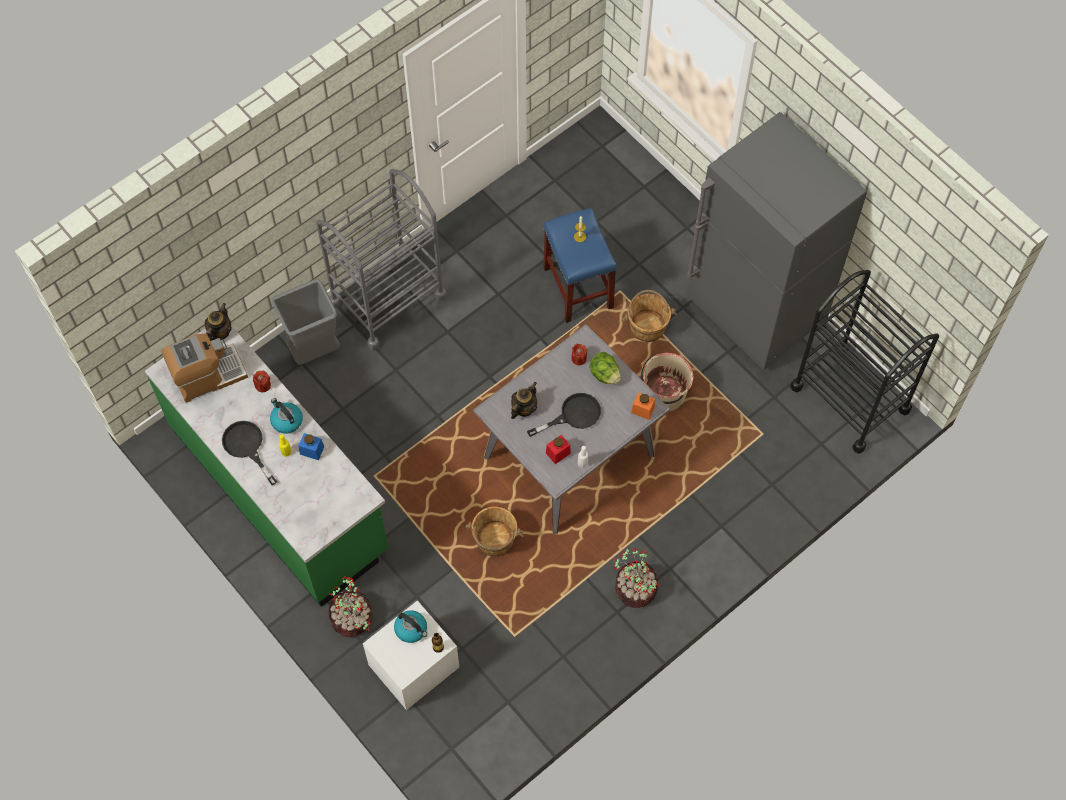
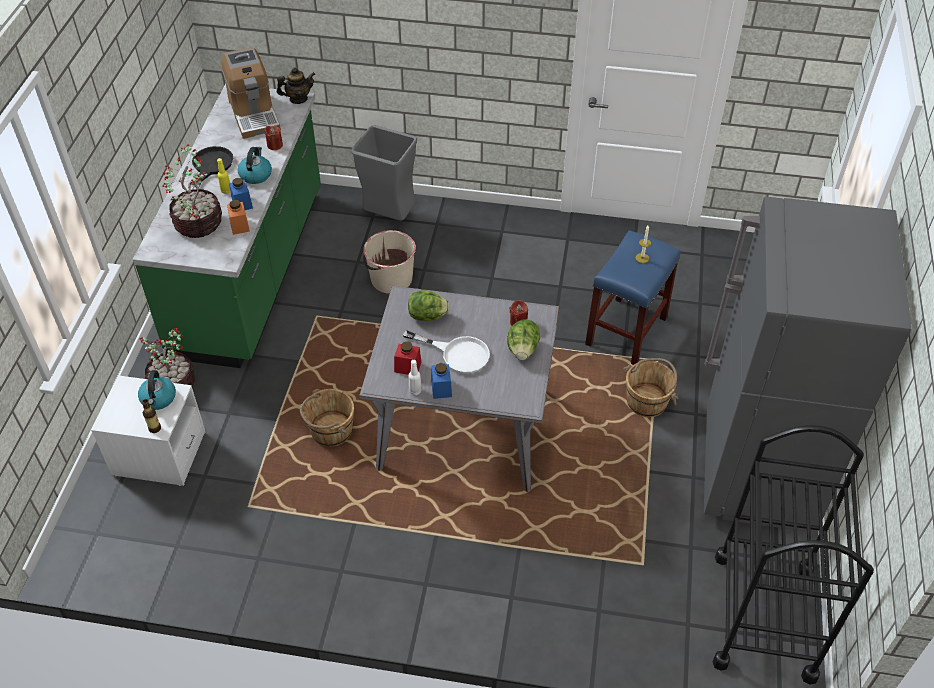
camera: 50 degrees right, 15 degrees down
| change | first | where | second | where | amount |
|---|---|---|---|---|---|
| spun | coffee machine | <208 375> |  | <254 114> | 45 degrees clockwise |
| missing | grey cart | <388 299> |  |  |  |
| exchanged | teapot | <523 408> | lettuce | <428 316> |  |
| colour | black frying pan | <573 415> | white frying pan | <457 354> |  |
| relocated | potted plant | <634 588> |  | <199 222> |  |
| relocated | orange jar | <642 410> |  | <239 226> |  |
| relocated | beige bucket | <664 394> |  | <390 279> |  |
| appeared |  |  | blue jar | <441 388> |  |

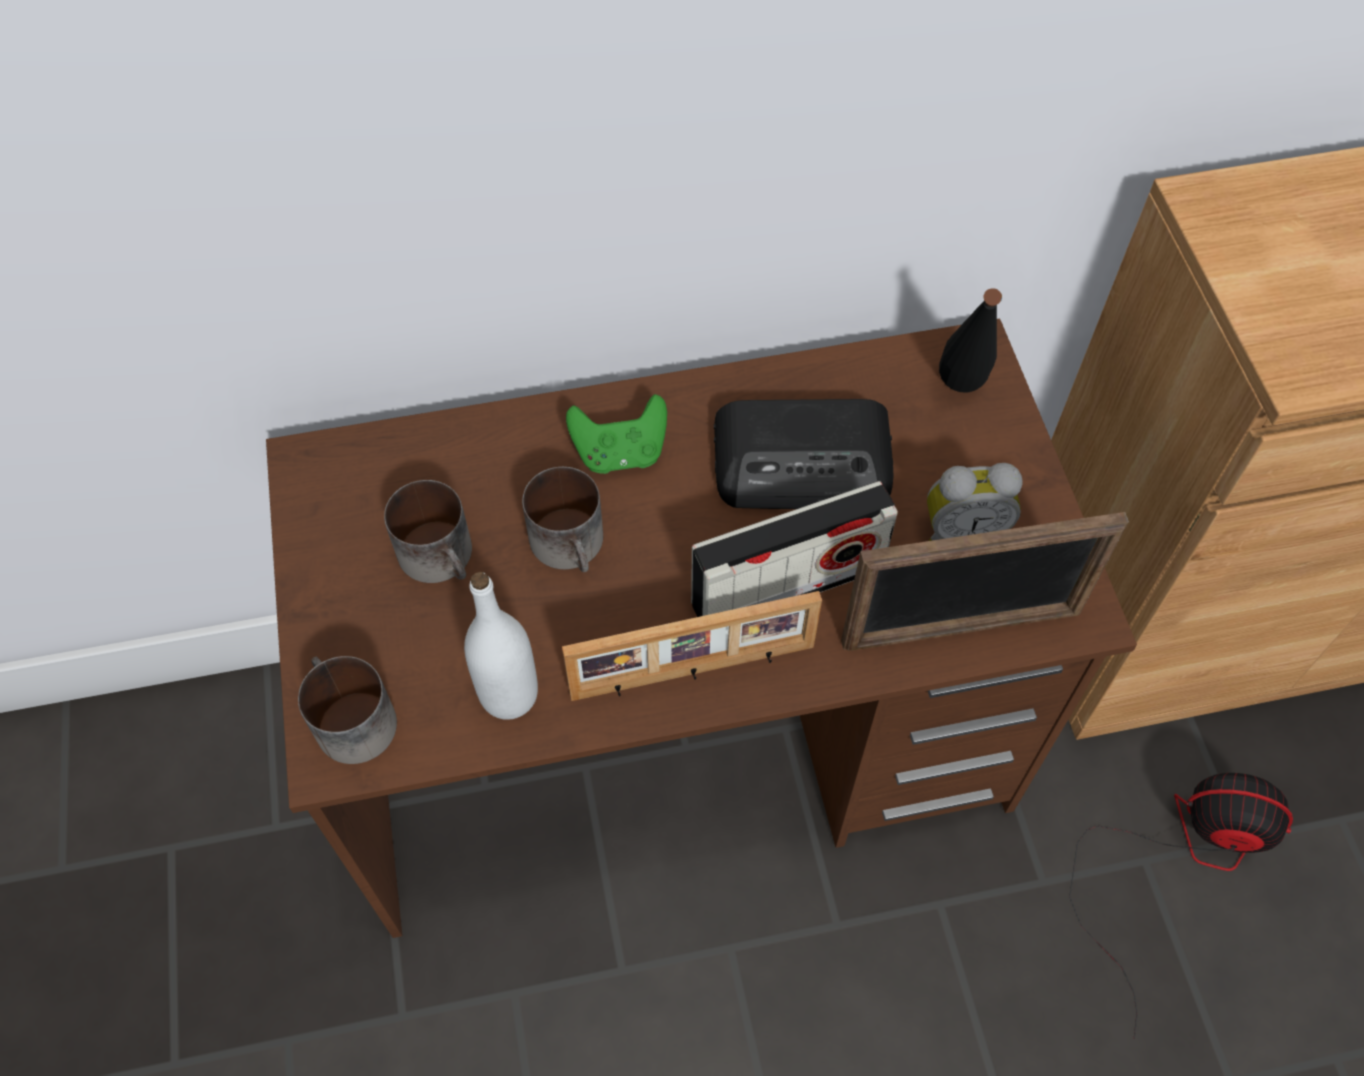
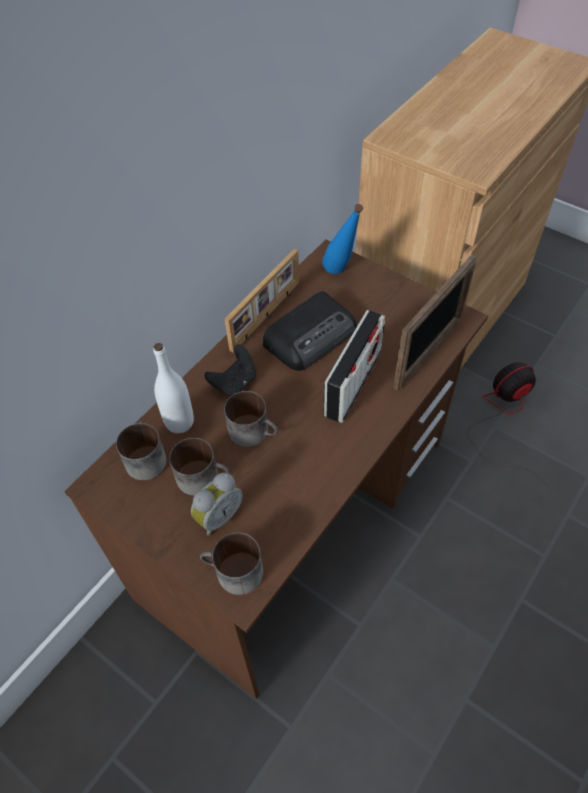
camera: 40 degrees left, 5 degrees down
| change | first | where | second | where | amount |
|---|---|---|---|---|---|
| relocated | white bottle | <509 695> |  | <179 422> |  |
| relocated | picture frame | <693 673> |  | <267 316> |  |
| colour | green game controller | <620 453> | black game controller | <235 382> |  |
| relocated | alarm clock | <962 529> |  | <218 516> |  |
| colour | black bottle | <958 397> | blue bottle | <341 275> |  |
| appeared |  |  | mug | <144 457> |  |

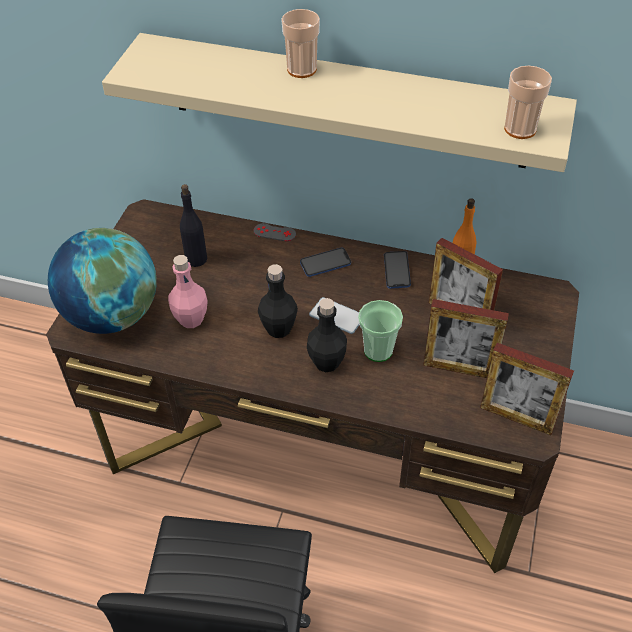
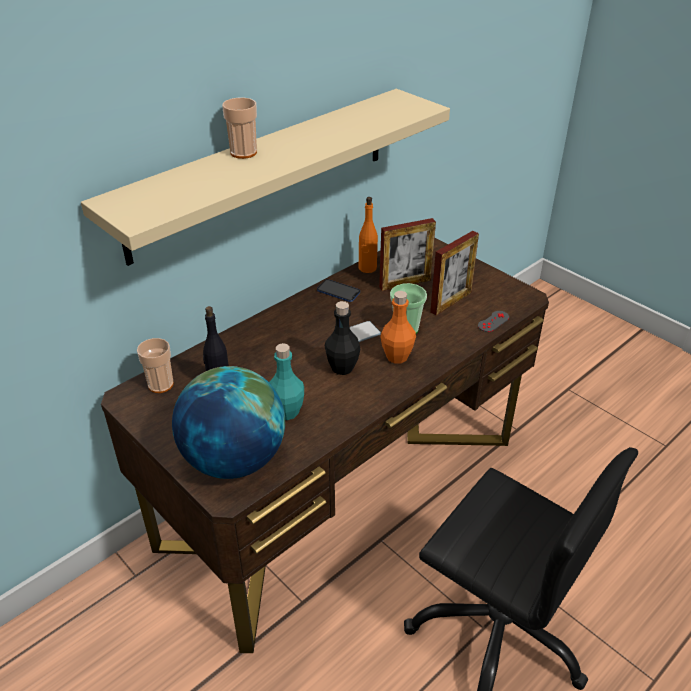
camera: 60 degrees left, 10 degrees down
| change | first | where | second | where | amount |
|---|---|---|---|---|---|
| colour | pink bottle | <191 319> | turquoise bottle | <287 412> |  |
| relocated | grey game controller | <274 232> |  | <493 321> |  |
| missing | phone | <325 263> |  |  |  |
| colour | black bottle | <326 362> | orange bottle | <397 356> |  |
| missing | picture frame | <516 417> |  |  |  |
| relocated | cup | <520 129> |  | <160 384> |  |

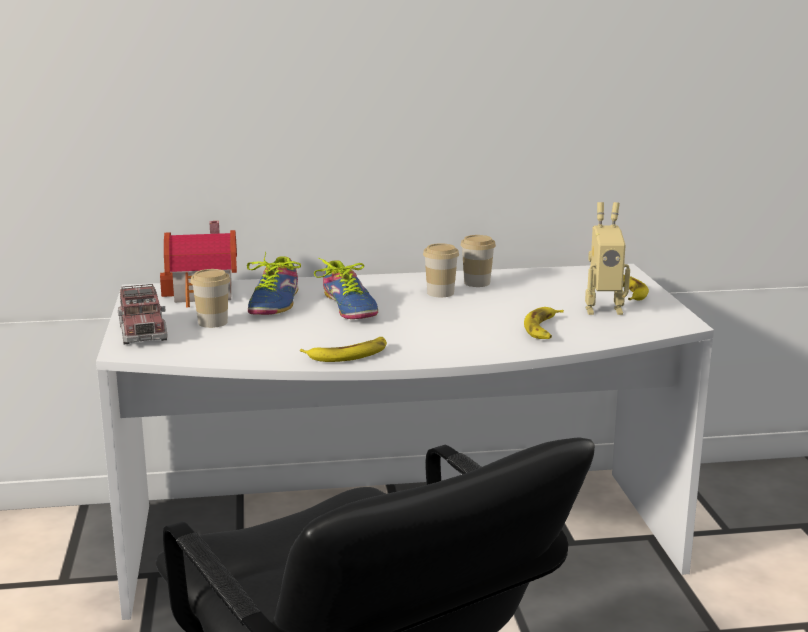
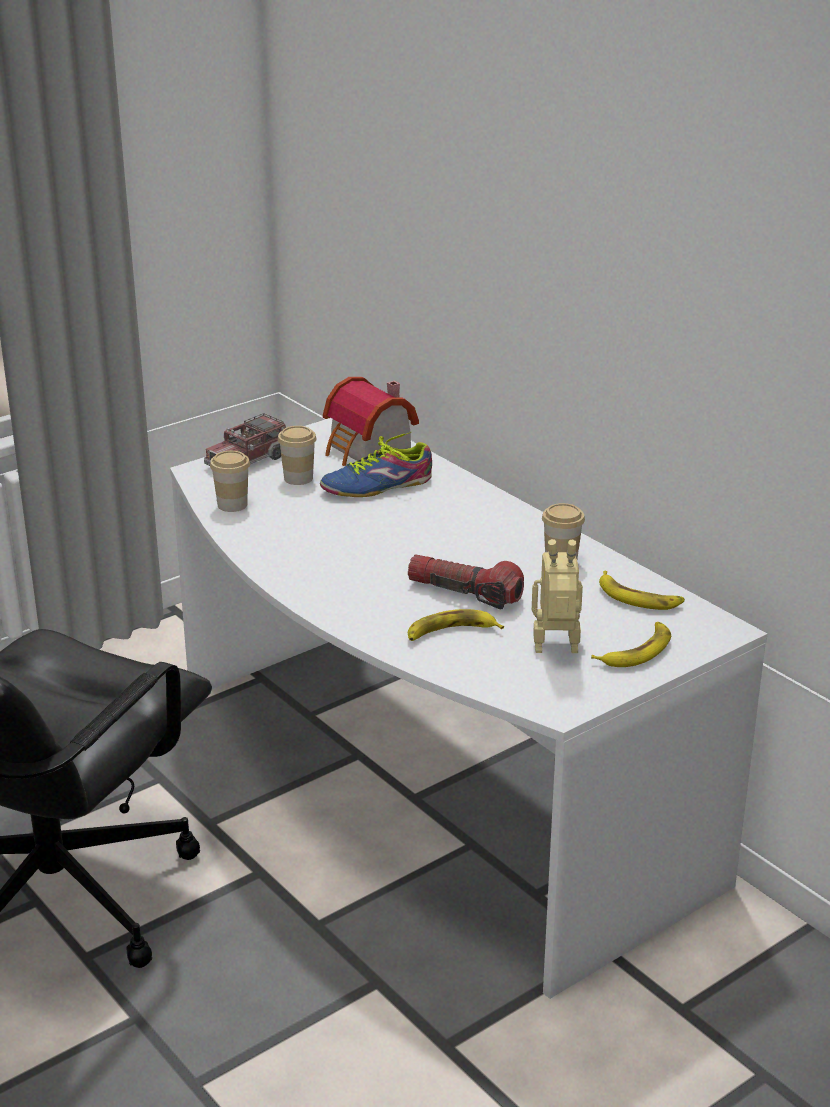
camera: 60 degrees right, 10 degrees up
| change | first | where | second | where | amount |
|---|---|---|---|---|---|
| relocated | banana | <348 354> |  | <638 597> |  |
| missing | shoe | <350 307> |  |  |  |
| relocated | cup | <440 293> |  | <232 505> |  |
| spun | toy robot | <602 309> |  | <556 650> | 120 degrees clockwise |
| appeared |  |  | flashlight | <465 593> |  |

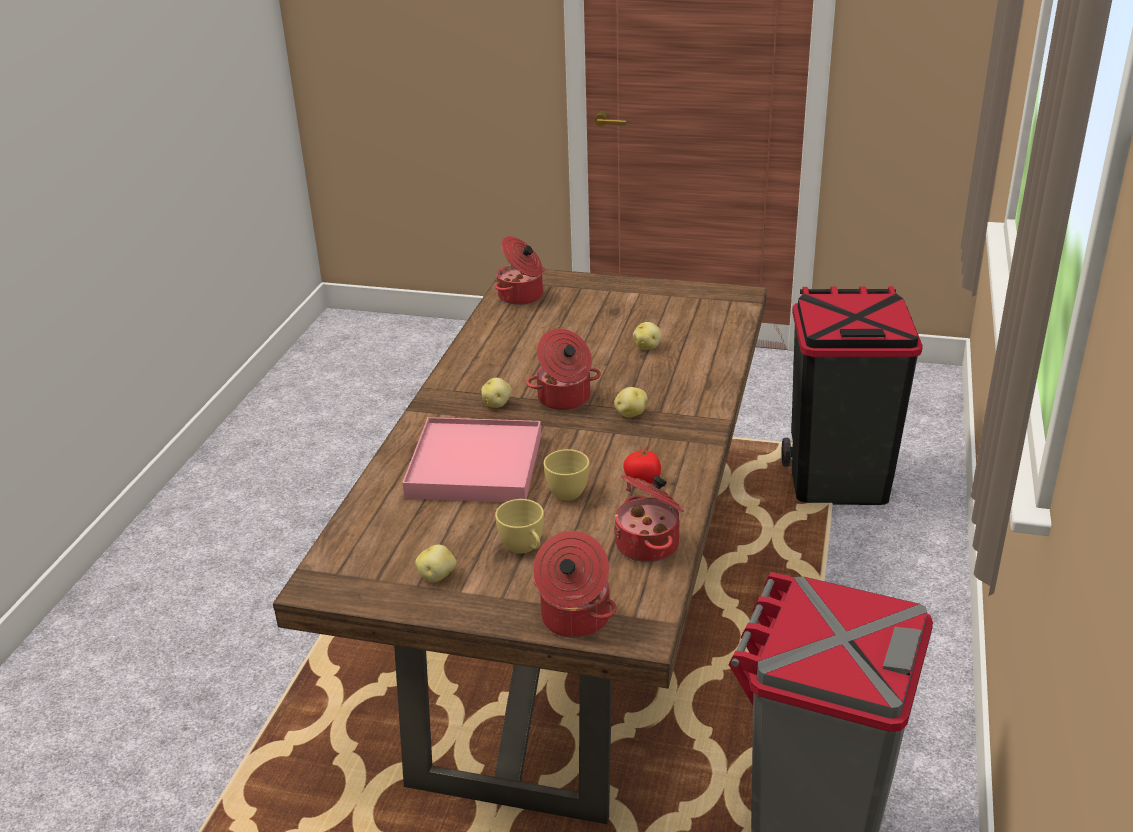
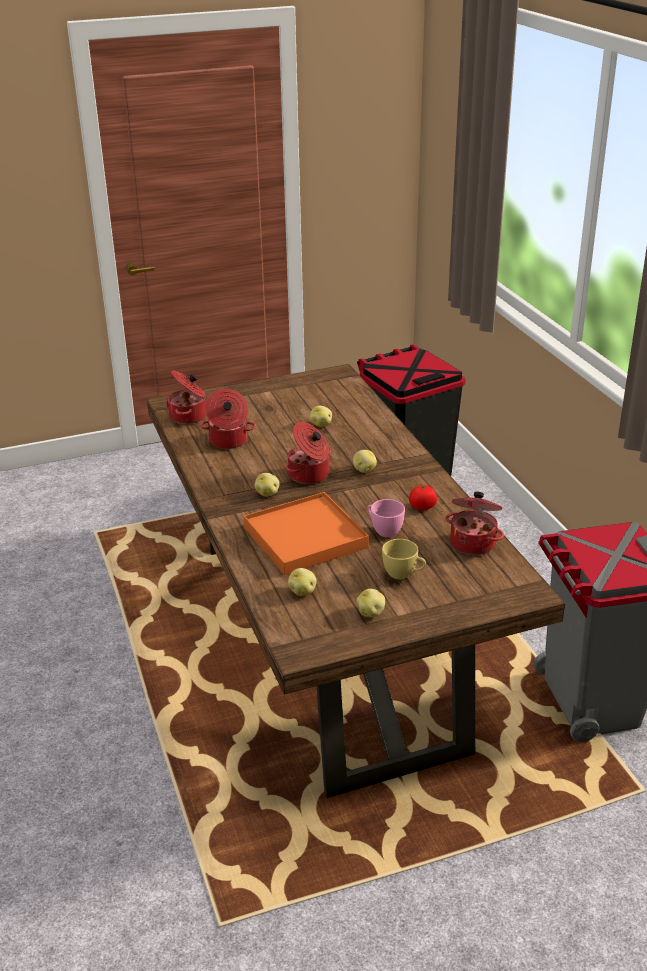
camera: 35 degrees left, 0 degrees up
| change | first | where | second | where | amount |
|---|---|---|---|---|---|
| colour | pink tray | <475 466> | orange tray | <305 537> |  |
| relocated | cooking pot | <574 619> |  | <228 441> |  |
| colour | yellow cup | <566 490> | pink cup | <384 530> |  |
| appeared |  |  | potato | <303 591> |  |

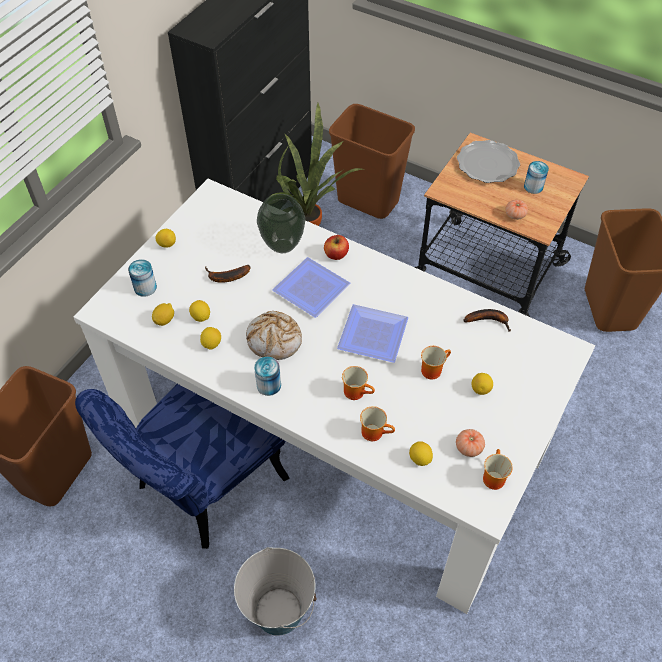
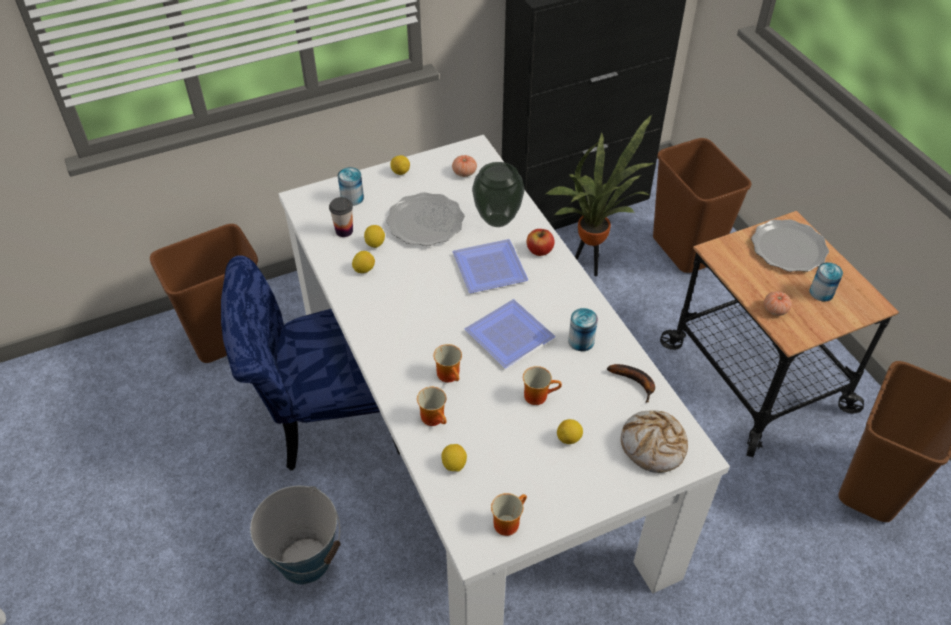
camera: 35 degrees right, 5 degrees down
| change | first | where | second | where | amount |
|---|---|---|---|---|---|
| exchanged | lemon | <164 320> | cup | <344 231> |  |
| exchanged | banana | <226 277> | plate | <425 222> |  |
| relocated | bread | <274 340> |  | <653 446> |  |
| relocated | can | <268 385> |  | <581 341> |  |
| relocated | tomato | <468 447> |  | <464 172> |  |

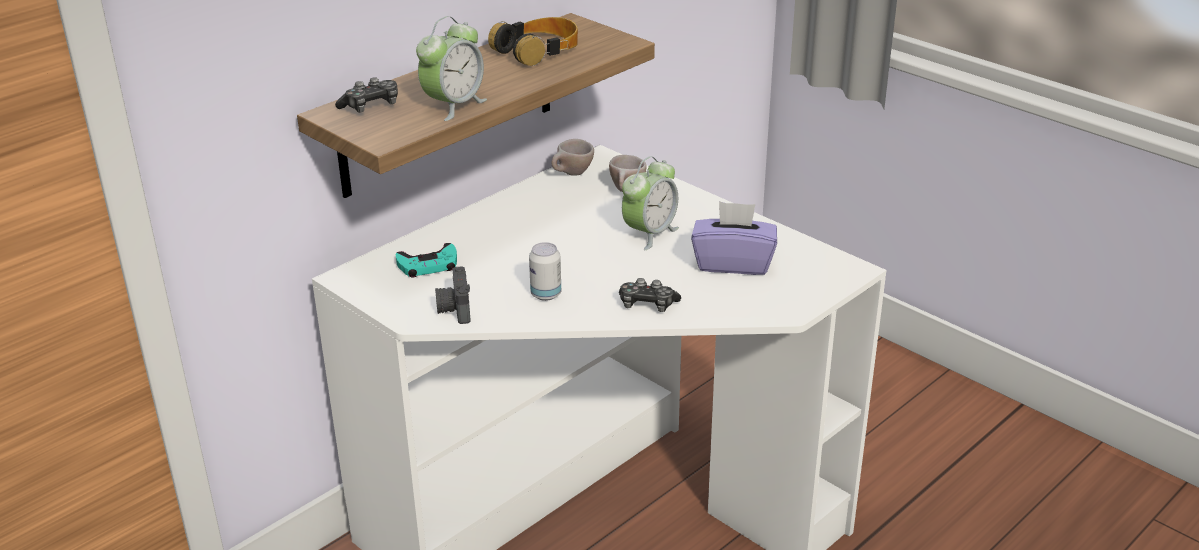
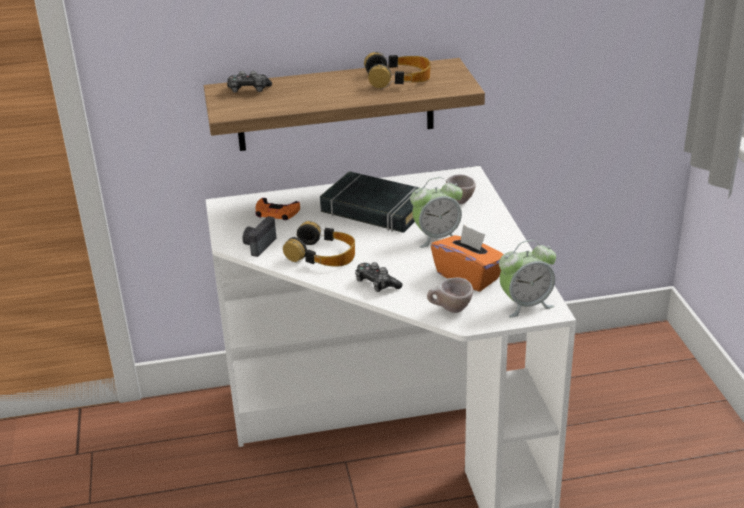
camera: 35 degrees right, 0 degrees up
| change | first | where | second | where | amount |
|---|---|---|---|---|---|
| colour | turquoise game controller | <428 265> | orange game controller | <276 213> |  |
| relocated | alarm clock | <454 106> |  | <525 304> |  |
| exchanged | can | <546 294> | headphones | <322 255> |  |
| relocated | beige cup | <571 174> |  | <450 310> |  |
| colour | purple tissue box | <733 263> | orange tissue box | <468 276> |  |
| appeared |  |  | black book | <375 209> |  |

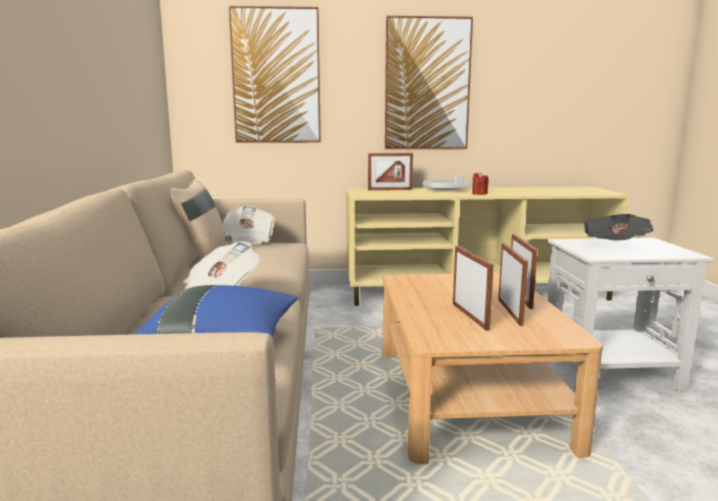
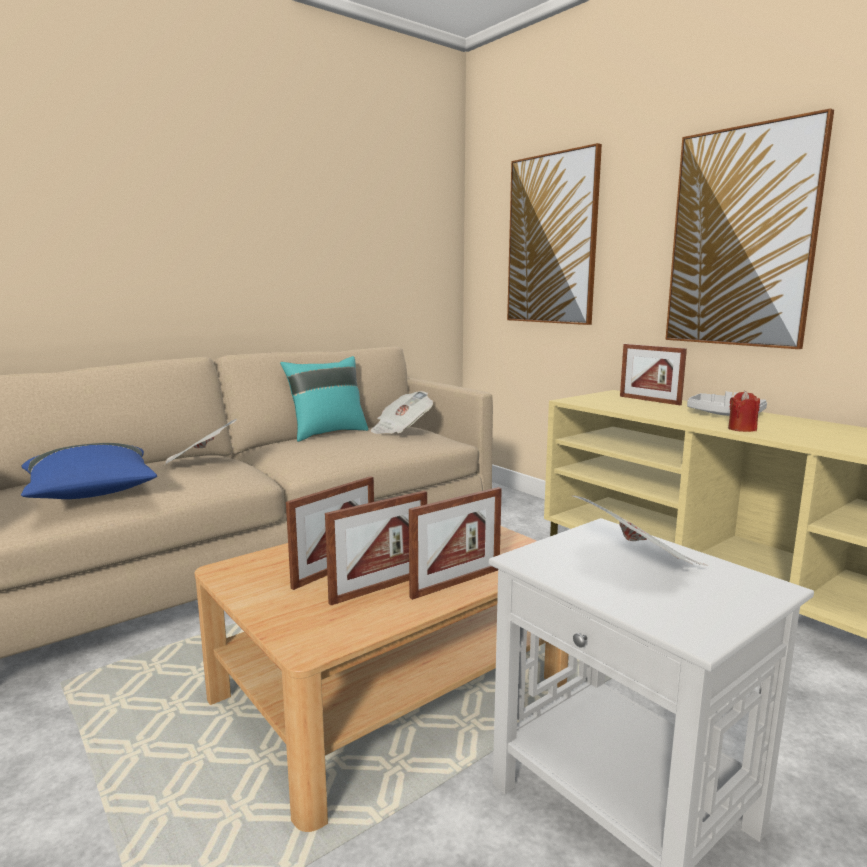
camera: 55 degrees right, 0 degrees up
| change | first | where | second | where | amount |
|---|---|---|---|---|---|
| colour | beige pillow | <202 256> | turquoise pillow | <327 433> |  |

